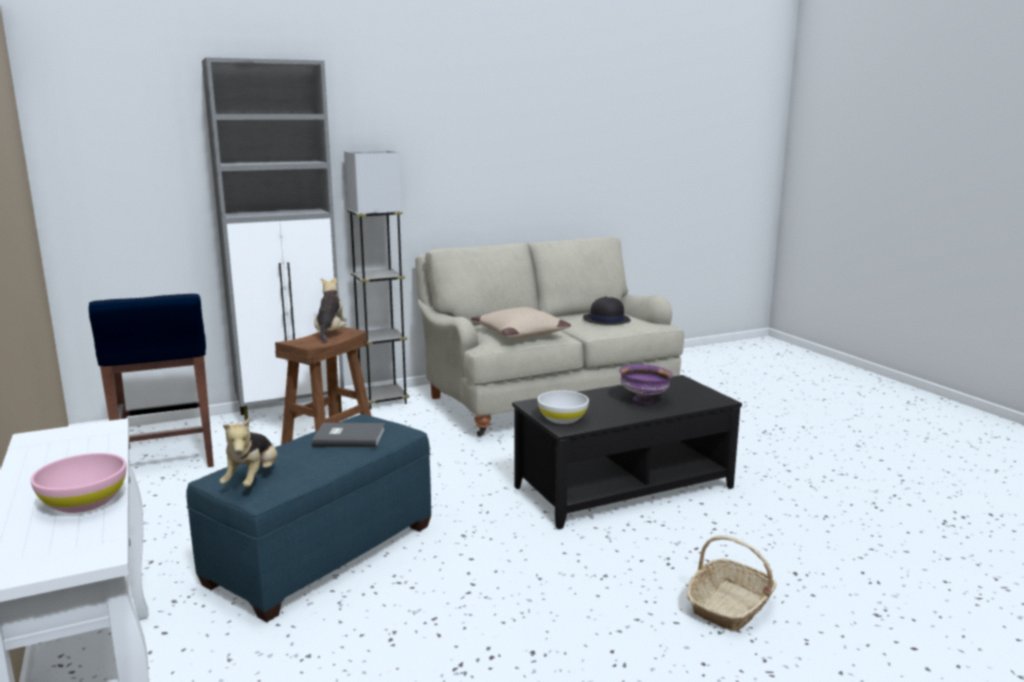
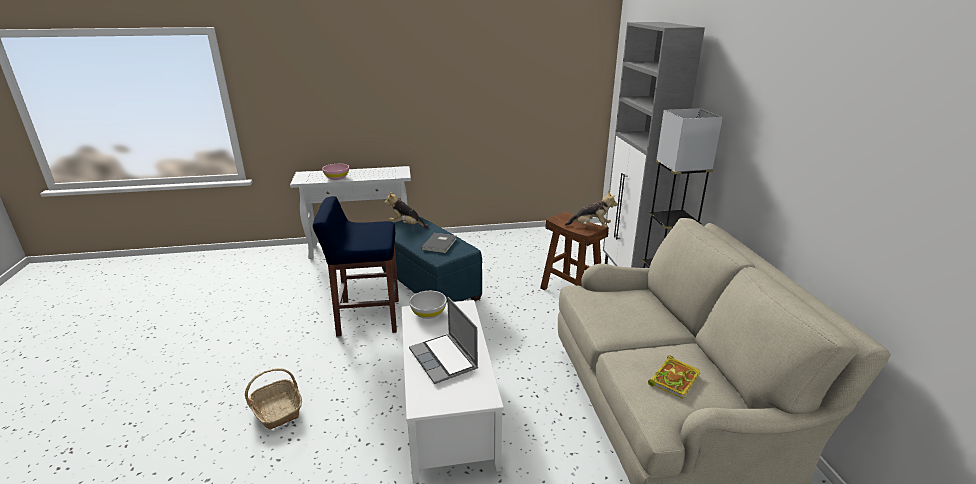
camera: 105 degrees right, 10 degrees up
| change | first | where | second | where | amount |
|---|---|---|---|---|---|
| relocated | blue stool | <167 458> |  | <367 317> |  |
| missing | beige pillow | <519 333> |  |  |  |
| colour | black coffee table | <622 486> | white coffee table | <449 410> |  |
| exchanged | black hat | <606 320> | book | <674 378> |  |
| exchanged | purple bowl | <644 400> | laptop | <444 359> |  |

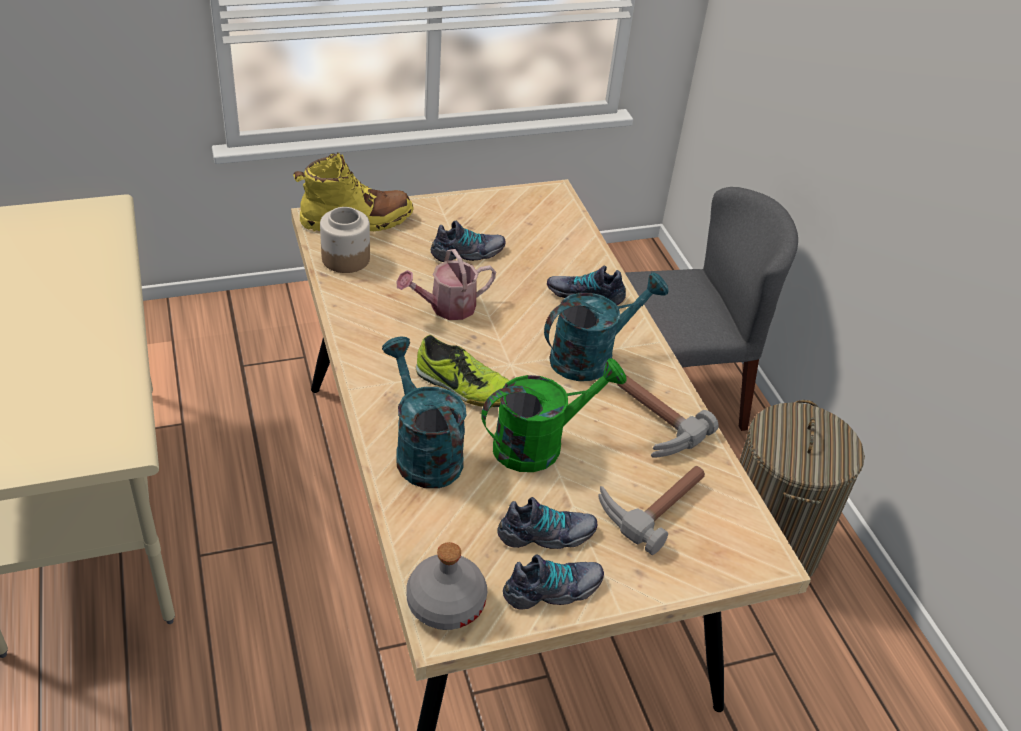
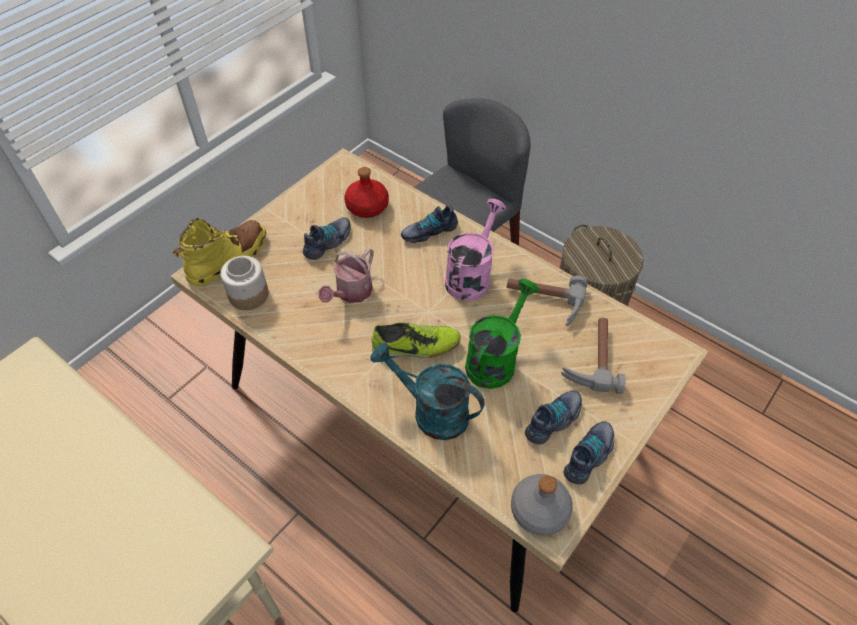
camera: 30 degrees left, 10 degrees up
| change | first | where | second | where | amount |
|---|---|---|---|---|---|
| colour | turquoise watering can | <591 356> | pink watering can | <471 275> |  |
| appeared |  |  | red bottle | <366 206> |  |

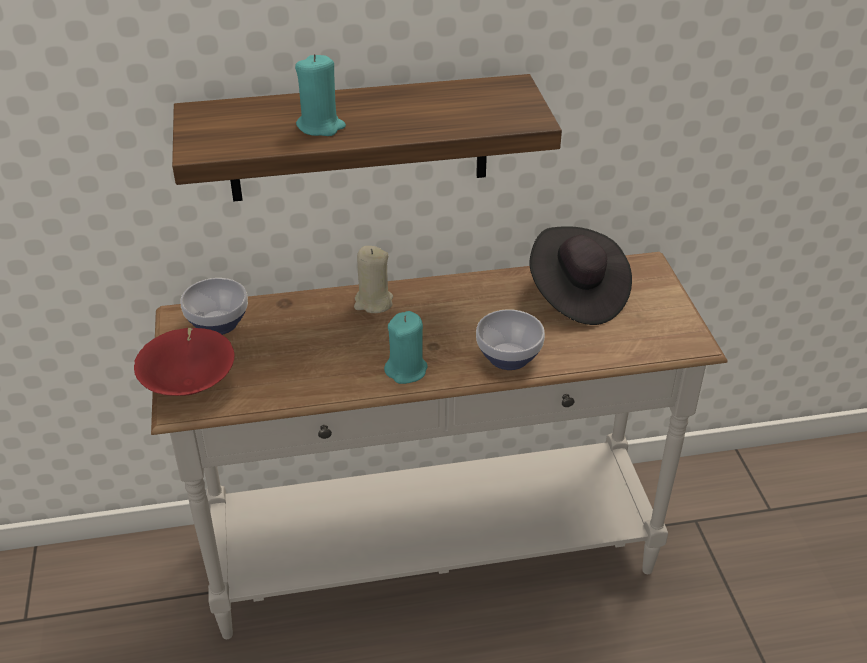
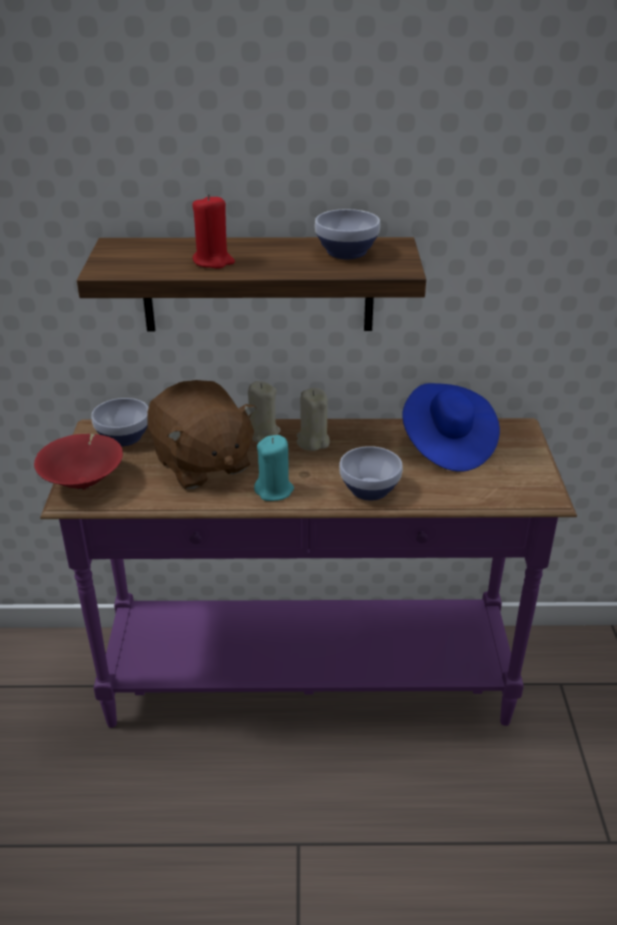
camera: 10 degrees right, 5 degrees down
| change | first | where | second | where | amount |
|---|---|---|---|---|---|
| colour | white console table | <433 557> | purple console table | <308 683> |  |
| colour | turquoise candle | <320 126> | red candle | <213 261> |  |
| colour | black hat | <576 295> | blue hat | <447 446> |  |
| appeared |  |  | brown plush toy | <201 464> |  |
| appeared |  |  | beige candle | <312 441> |  |
| appeared |  |  | bowl | <348 252> |  |

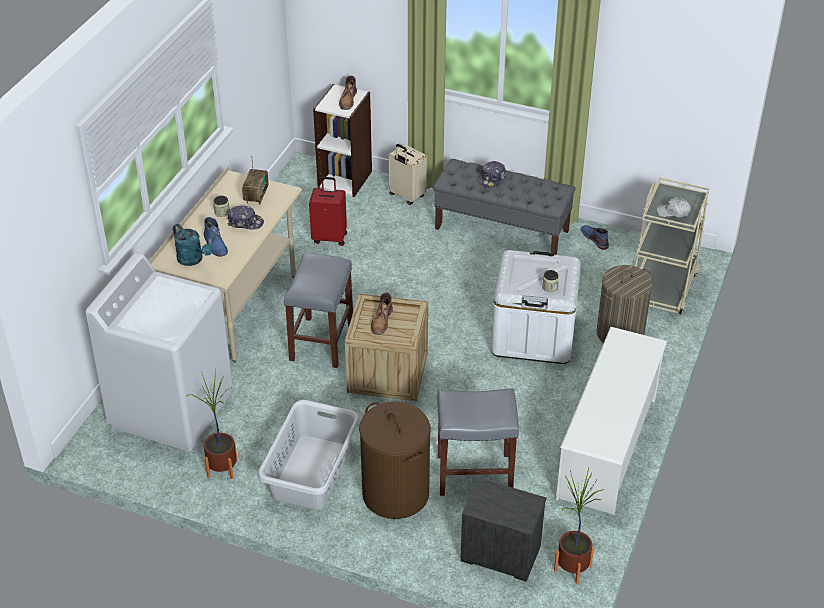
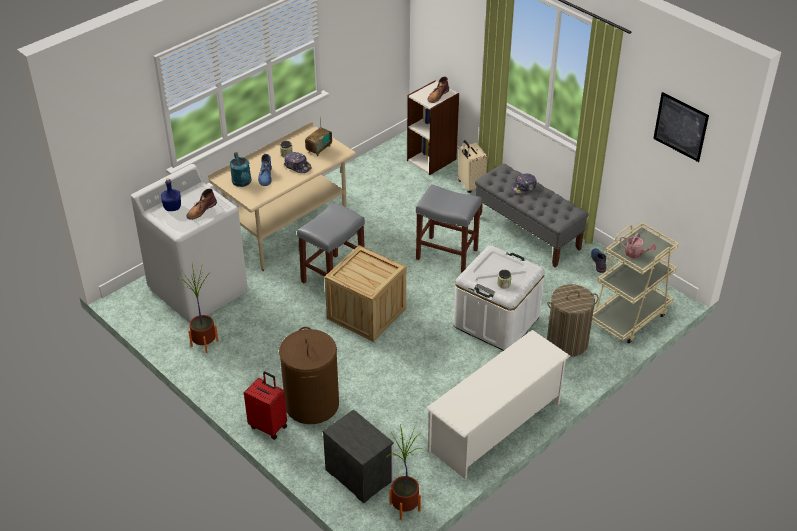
camera: 25 degrees right, 0 degrees up
| change | first | where | second | where | amount |
|---|---|---|---|---|---|
| missing | grey laundry basket | <310 472> |  |  |  |
| relocated | red suitcase | <330 237> |  | <269 426> |  |
| relocated | brown boot | <381 321> |  | <201 210> |  |
| relocated | grey stool | <475 473> |  | <448 254> |  |
| exchanged | white cap | <673 212> | watering can | <635 254> |  |
| appeared |  |  | blue bottle | <172 207> |  |
| appeared |  |  | picture | <680 126> |  |

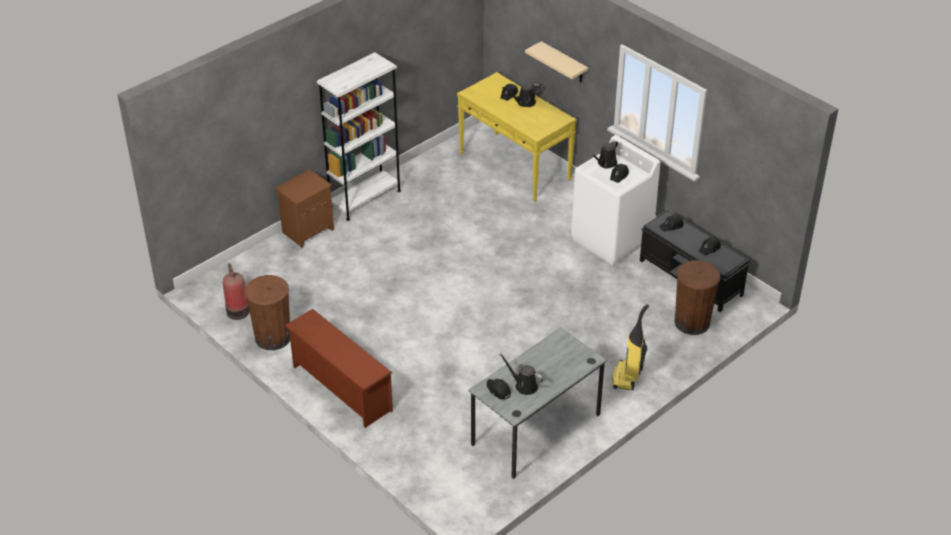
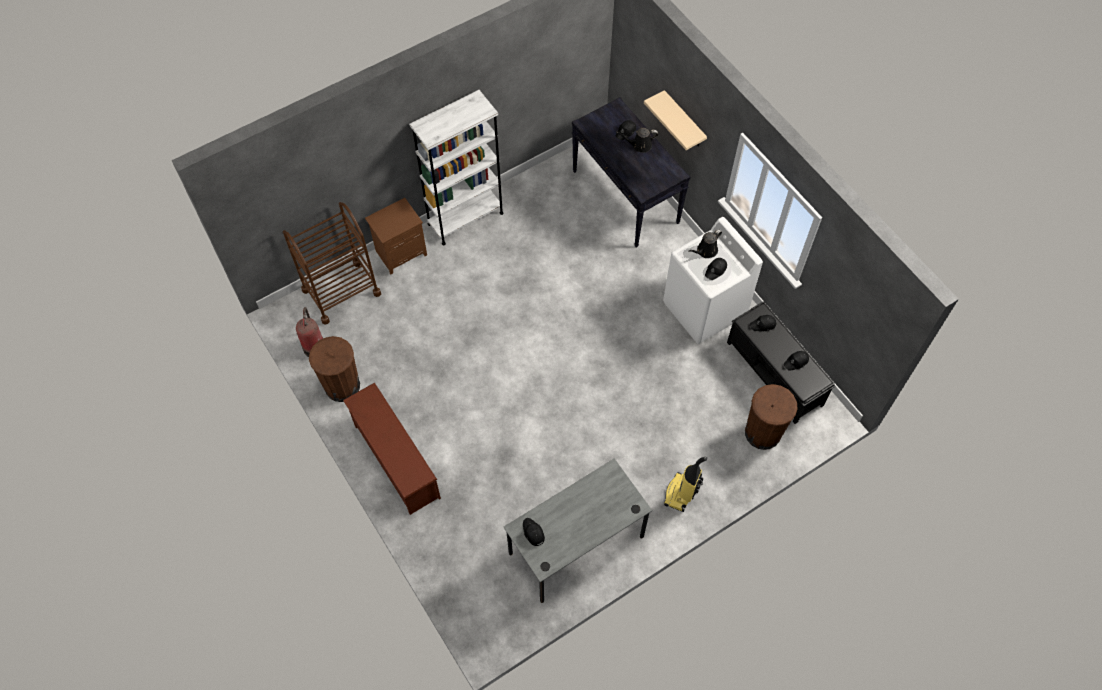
camera: 10 degrees right, 20 degrees up
| change | first | where | second | where | amount |
|---|---|---|---|---|---|
| colour | yellow console table | <515 166> | black console table | <626 197> |  |
| missing | black watering can | <524 385> |  |  |  |
| appeared |  |  | brown cart | <341 292> |  |

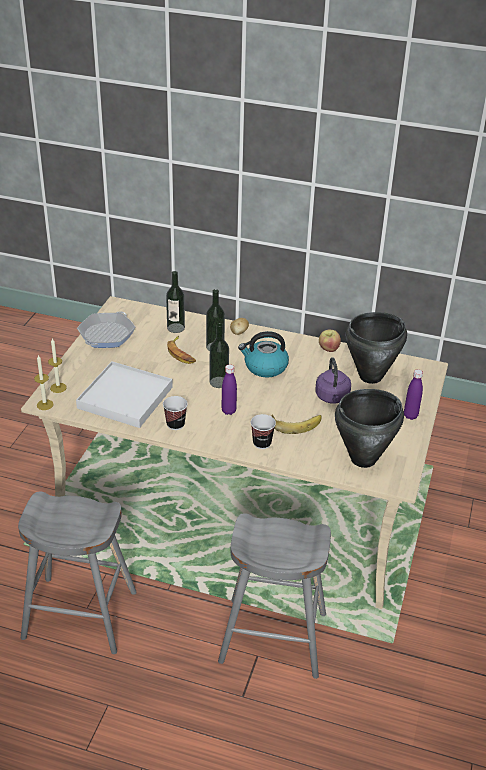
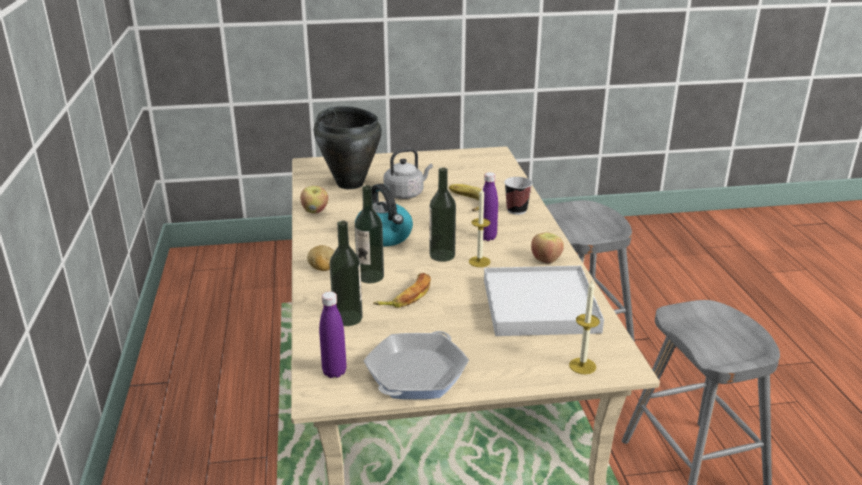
camera: 115 degrees left, 10 degrees down
| change | first | where | second | where | amount |
|---|---|---|---|---|---|
| relocated | candle | <45 404> |  | <479 262> |  |
| spun | frying pan | <106 334> |  | <416 373> | 120 degrees clockwise |
| exchanged | cup | <175 424> | apple | <546 259> |  |
| colour | purple kettle | <332 398> | grey kettle | <406 194> |  |
| missing | black cooking pot | <364 459> |  |  |  |
| relocated | purple bottle | <410 415> |  | <334 372> |  |

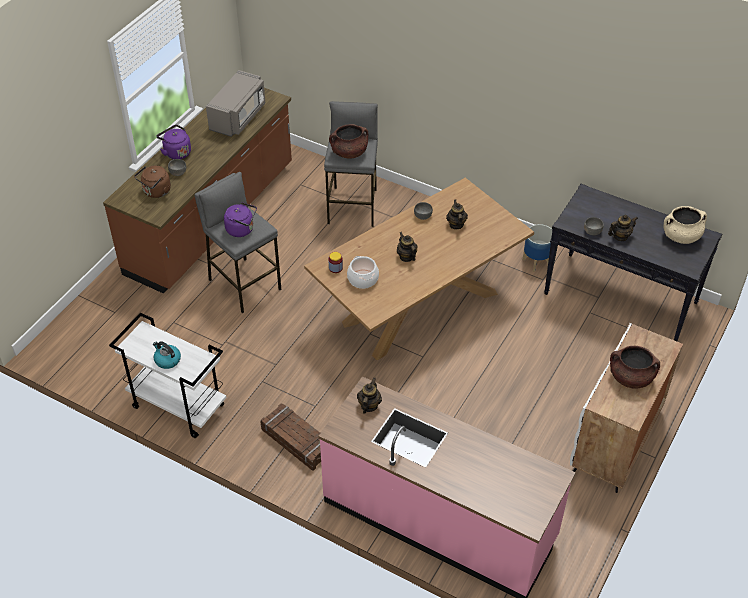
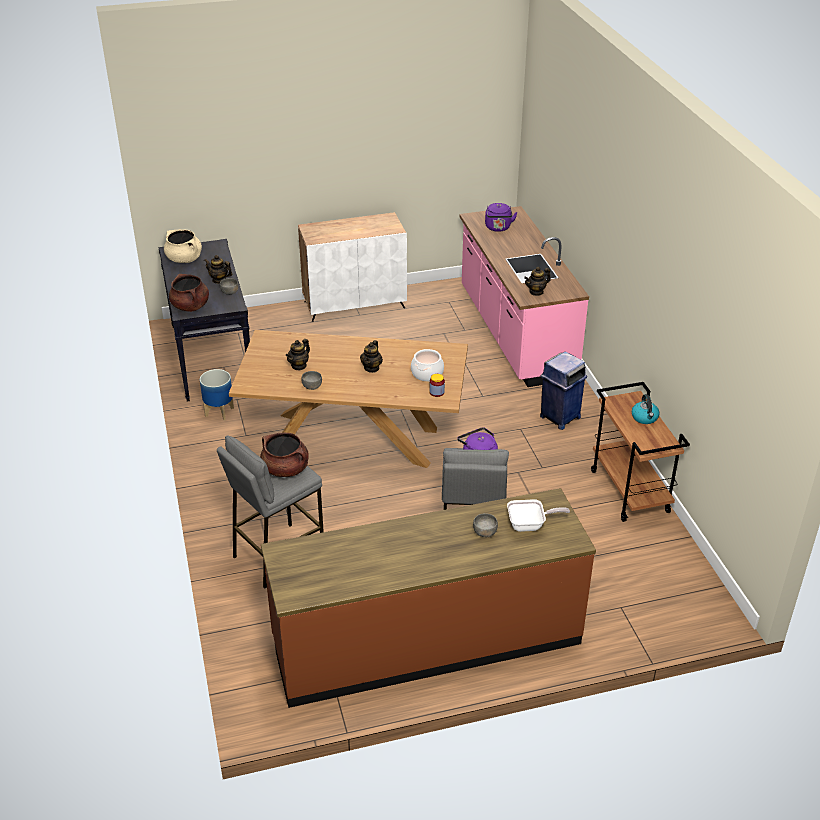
camera: 135 degrees left, 10 degrees down
| change | first | where | second | where | amount |
|---|---|---|---|---|---|
| colour | white cart | <177 406> | brown cart | <630 492> |  |
| exchanged | brown kettle | <156 192> | frying pan | <530 525> |  |
| relocated | purple kettle | <176 152> |  | <498 228> |  |
| missing | grey microwave | <238 117> |  |  |  |
| exchanged | crate | <296 441> | blue trash can | <559 417> |  |
| relocated | brown cooking pot | <630 378> |  | <190 306> |  |

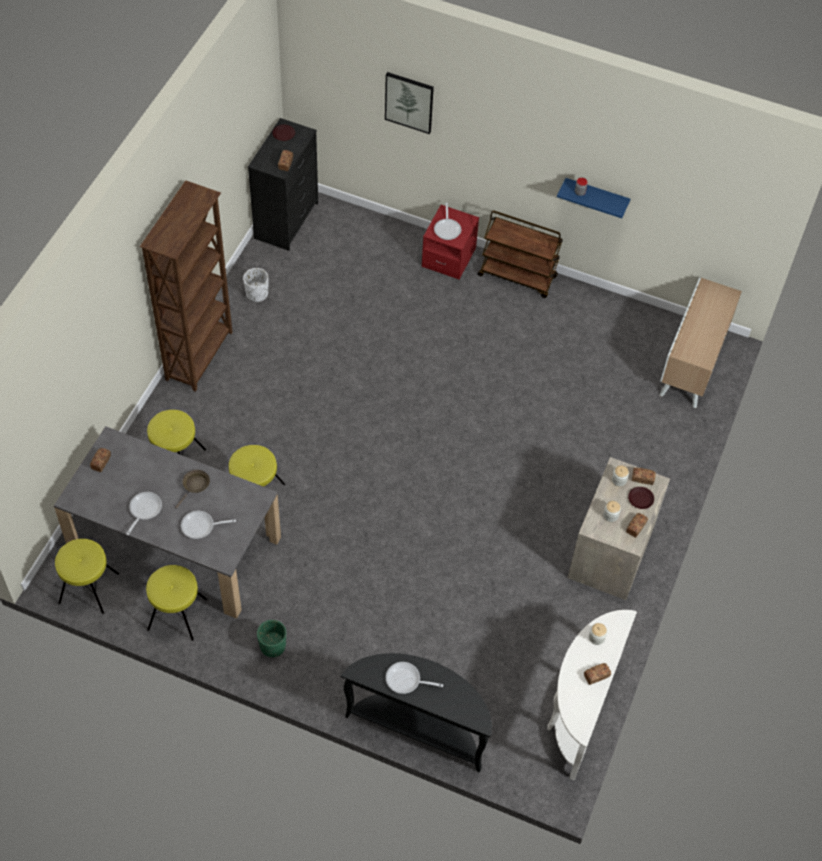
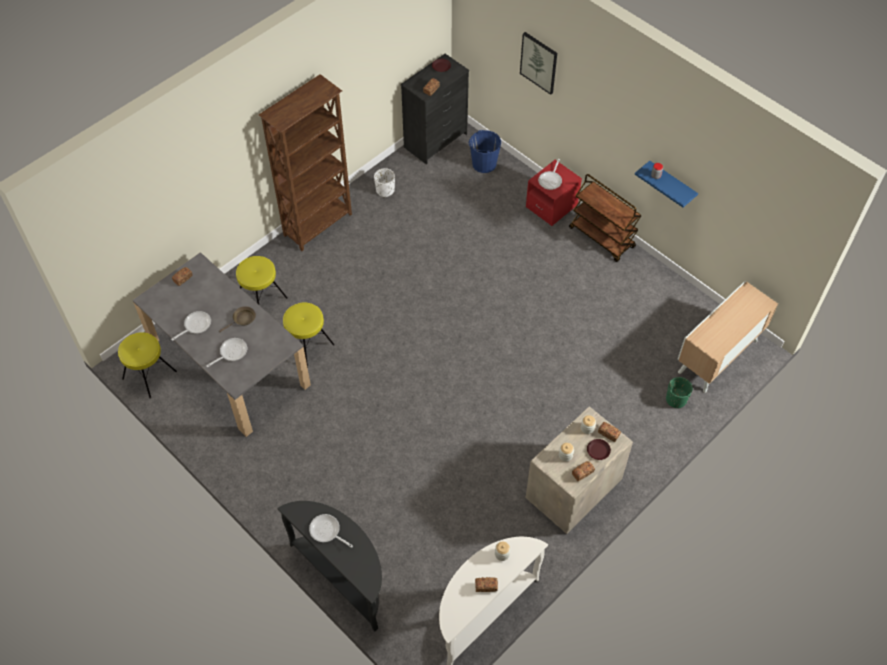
camera: 25 degrees right, 0 degrees up
| change | first | where | second | where | amount |
|---|---|---|---|---|---|
| missing | yellow stool | <177 614> |  |  |  |
| spun | frying pan | <201 526> |  | <231 352> | 120 degrees clockwise |
| relocated | green planter | <273 646> |  | <676 399> |  |
| appeared |  |  | blue bucket | <484 164> |  |

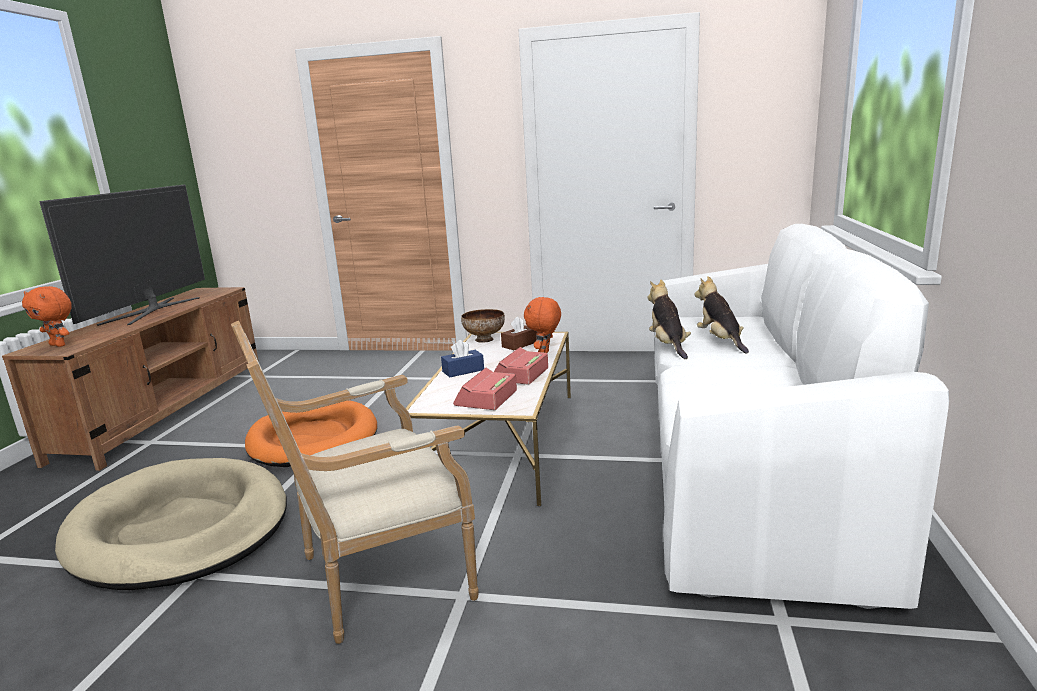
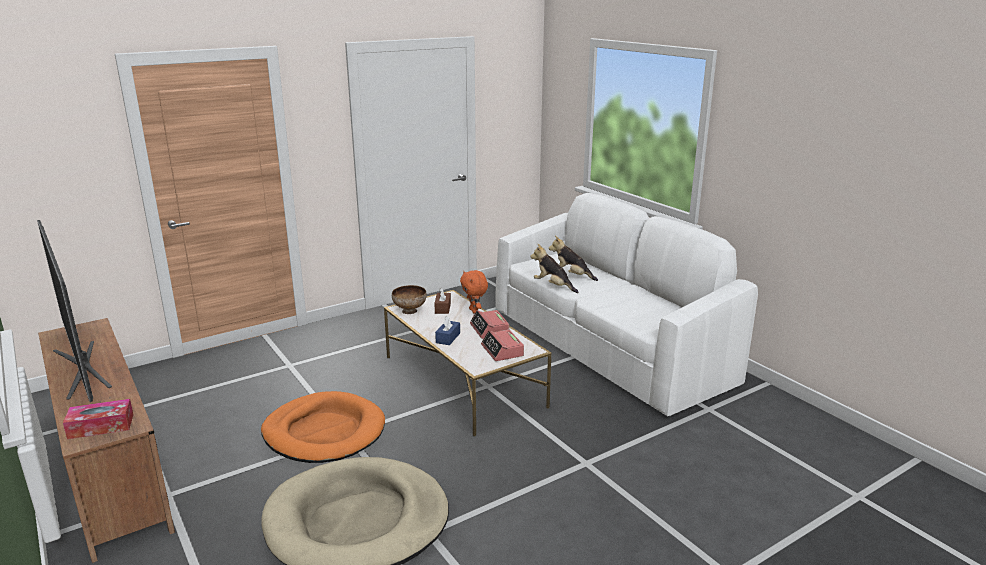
camera: 45 degrees left, 5 degrees up
| change | first | where | second | where | amount |
|---|---|---|---|---|---|
| exchanged | orange plush toy | <59 345> | tissue box | <101 426> |  |
| missing | armchair | <375 578> |  |  |  |

